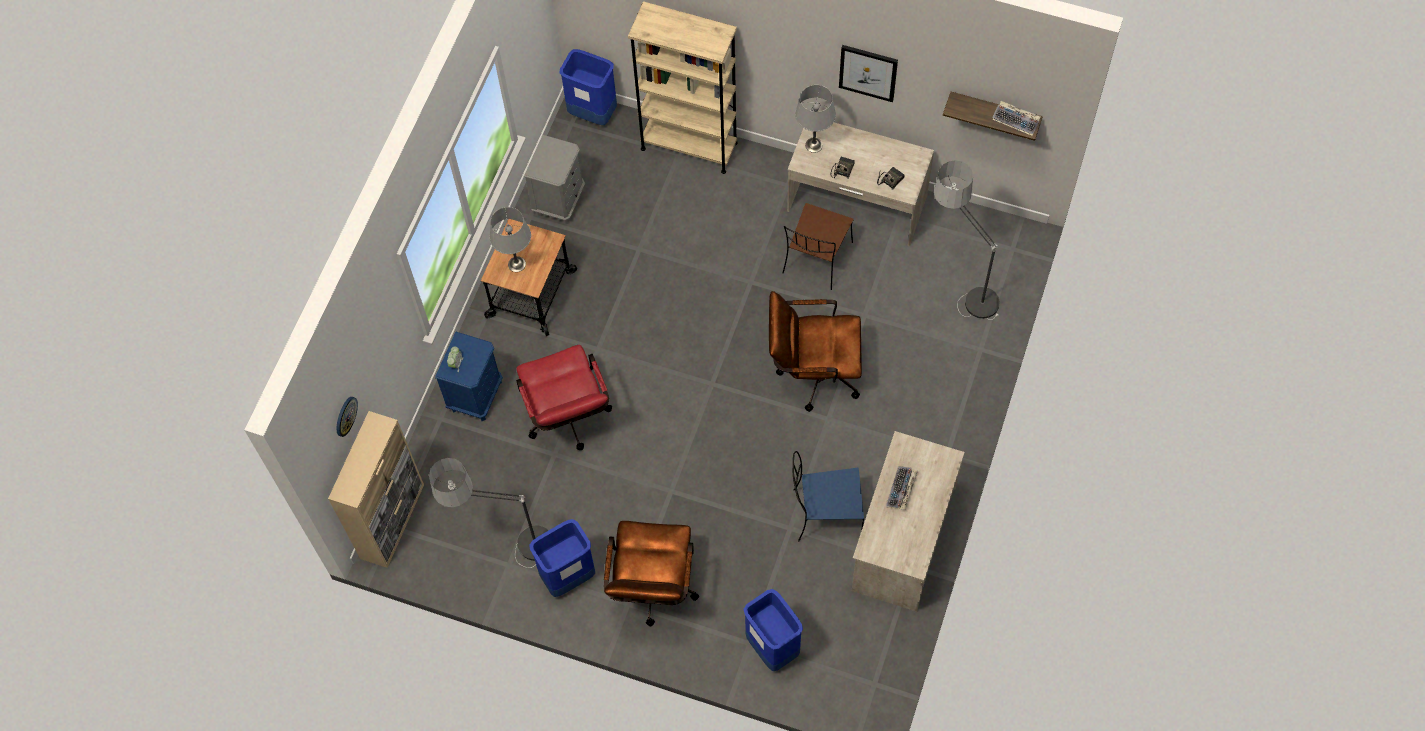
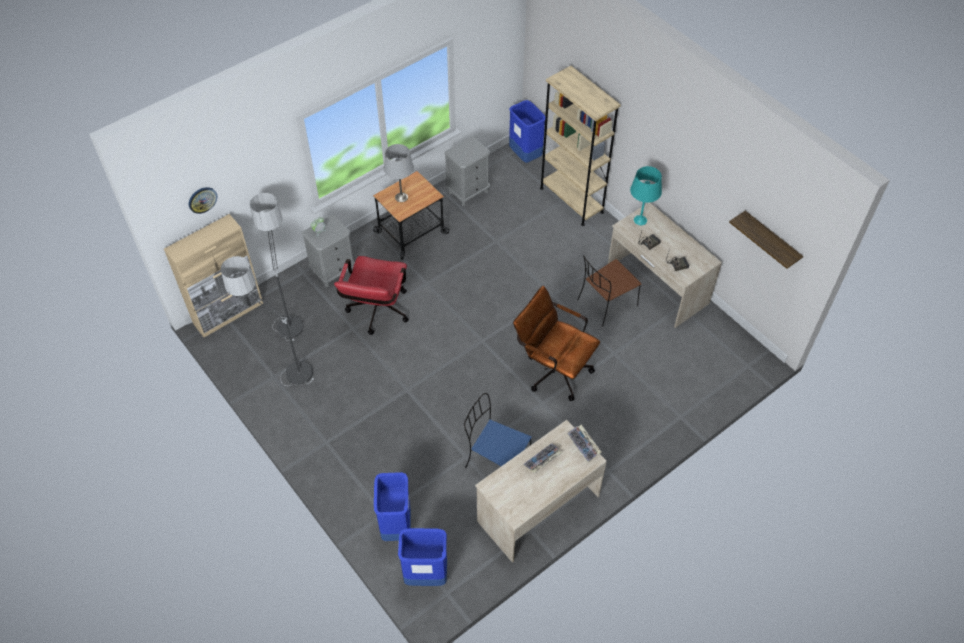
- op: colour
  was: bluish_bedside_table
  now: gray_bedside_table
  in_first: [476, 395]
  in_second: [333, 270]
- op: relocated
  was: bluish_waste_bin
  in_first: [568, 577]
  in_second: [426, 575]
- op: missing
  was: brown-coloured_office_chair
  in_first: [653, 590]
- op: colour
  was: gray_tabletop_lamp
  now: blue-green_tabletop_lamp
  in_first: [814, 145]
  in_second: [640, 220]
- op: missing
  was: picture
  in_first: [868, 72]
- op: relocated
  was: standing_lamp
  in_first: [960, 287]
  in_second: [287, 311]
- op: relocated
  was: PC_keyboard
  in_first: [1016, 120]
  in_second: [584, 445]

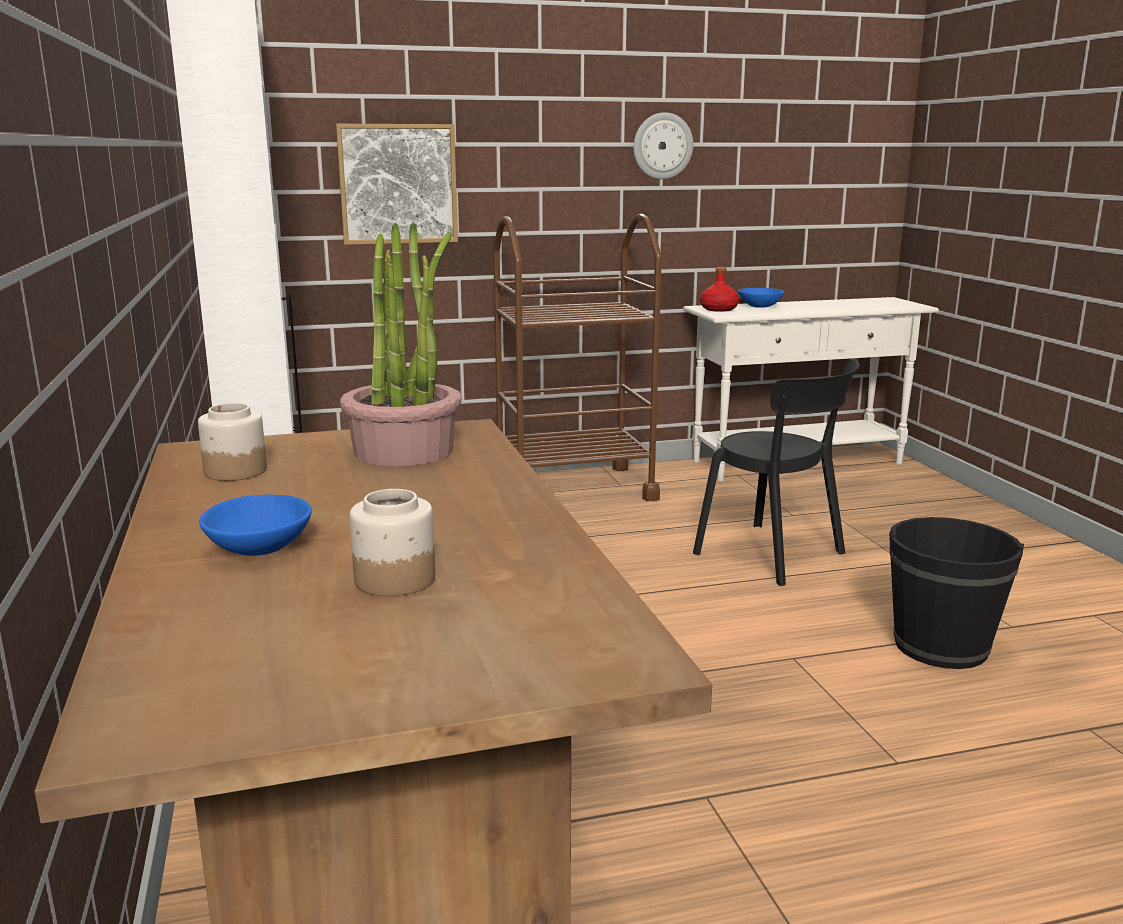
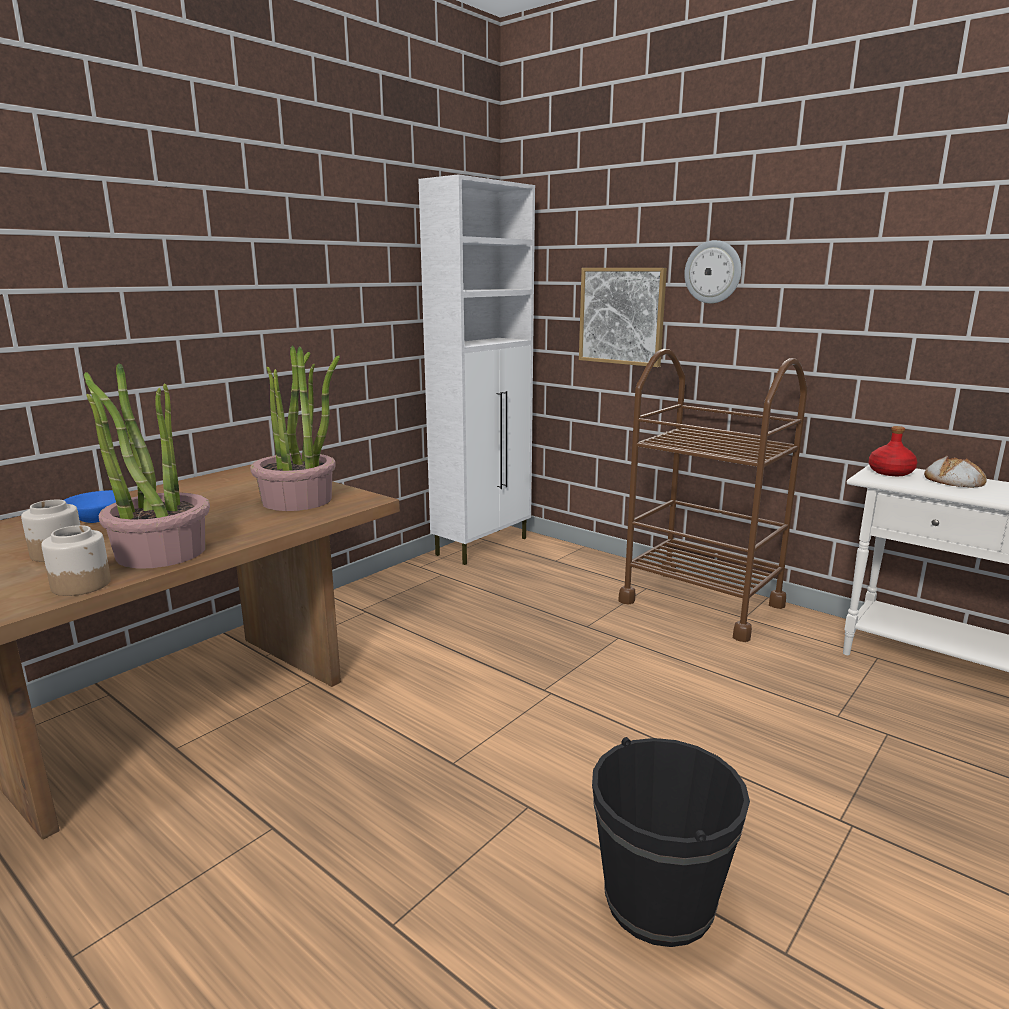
- op: relocated
  was: preserve_jar
  in_first: [235, 471]
  in_second: [81, 585]
- op: relocated
  was: wall_clock
  in_first: [662, 146]
  in_second: [713, 272]
- op: missing
  was: black_upright_chair
  in_first: [775, 555]
- op: exchanged
  was: bluish_serving_bowl
  now: bakery_bread
  in_first: [759, 306]
  in_second: [953, 480]
- op: appeared
  now: houseplant
  in_second: [160, 552]

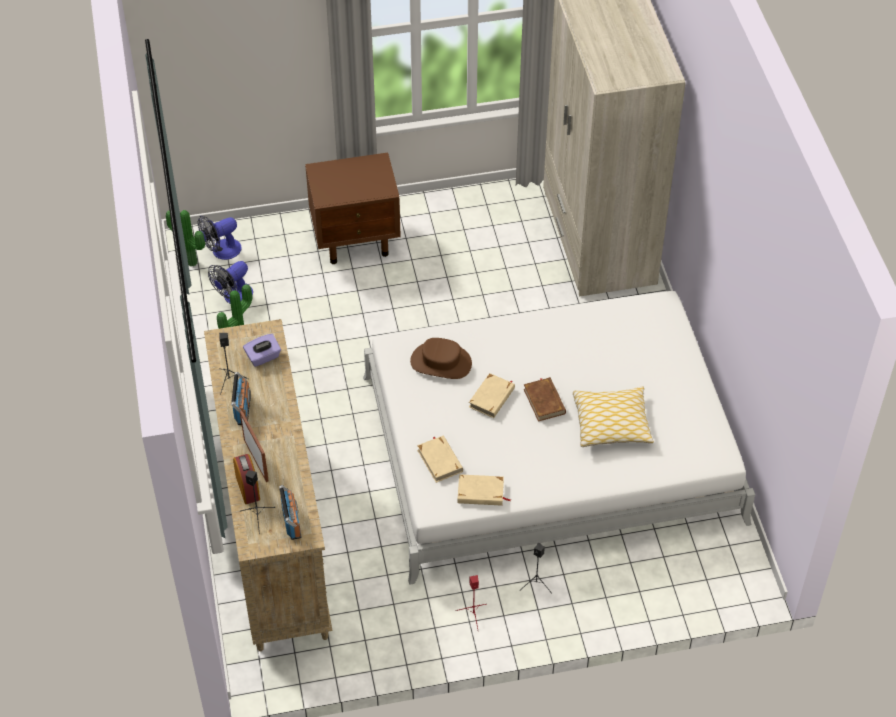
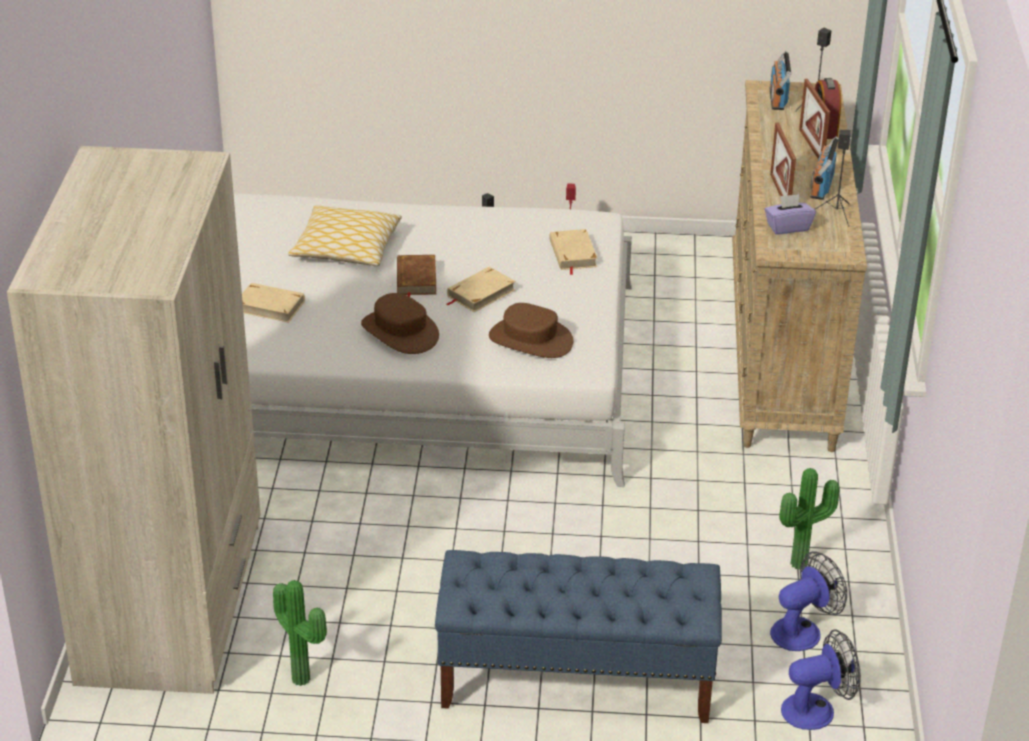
- op: relocated
  was: houseplant
  in_first: [191, 264]
  in_second: [303, 677]
- op: exchanged
  was: brown-coloured_bedside_table
  now: bluish_long_seat
  in_first: [356, 240]
  in_second: [575, 681]
- op: relocated
  was: beige_book
  in_first: [480, 493]
  in_second: [270, 306]
- op: appeared
  now: brown-coloured_hat
  in_second: [400, 331]
- op: appeared
  now: picture_frame
  in_second: [780, 192]

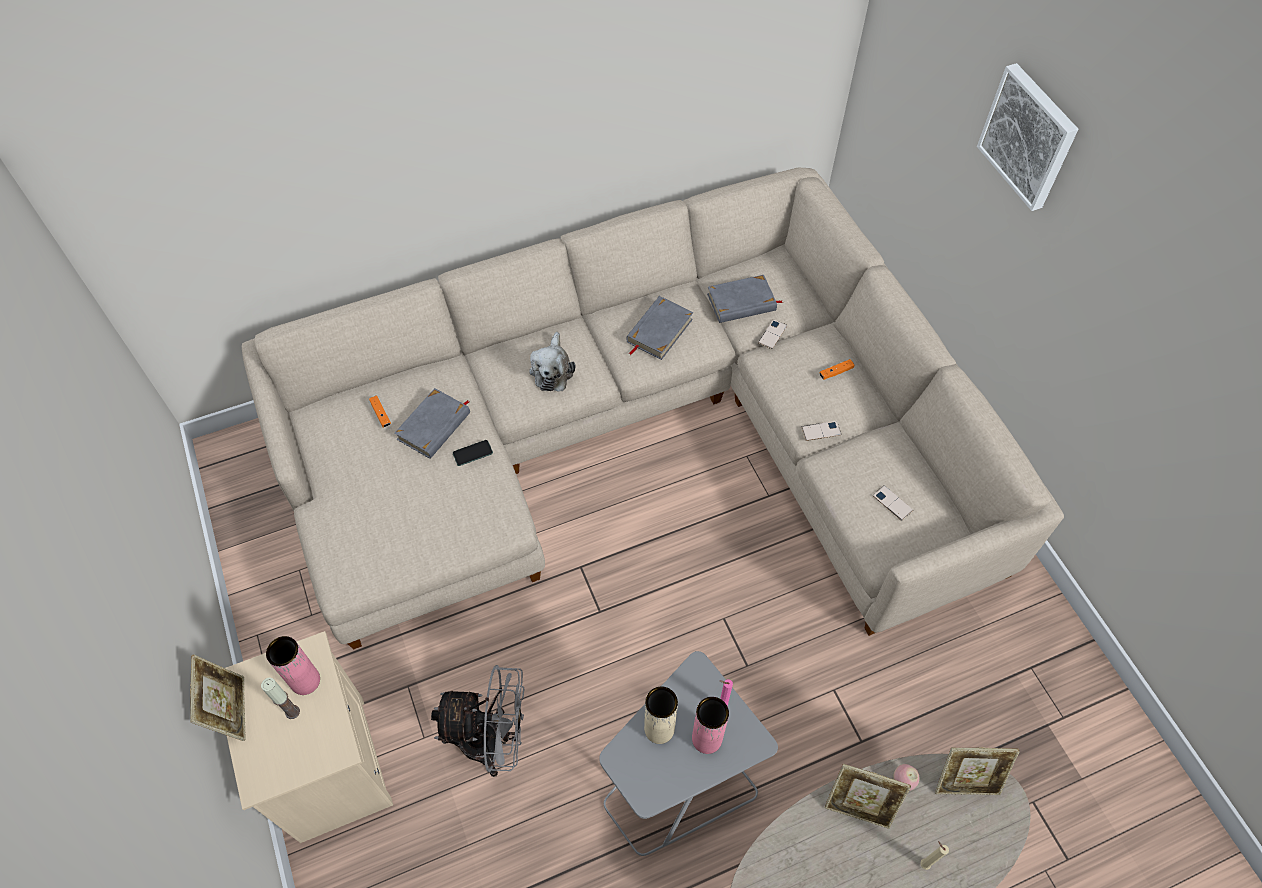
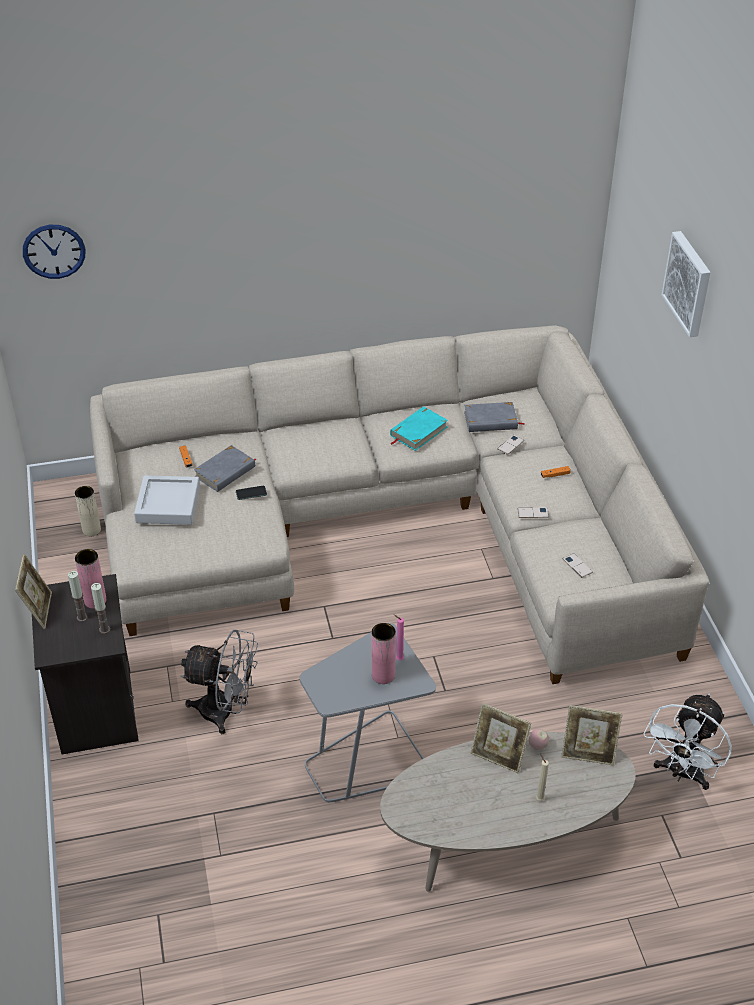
- op: colour
  was: beige_bedside_table
  now: black_bedside_table
  in_first: [329, 766]
  in_second: [94, 709]
- op: missing
  was: soft_toy
  in_first: [552, 370]
- op: colour
  was: gray_book
  now: blue-green_book
  in_first: [659, 330]
  in_second: [418, 431]
- op: relocated
  was: beige_decorative_vase
  in_first: [659, 729]
  in_second: [91, 530]
- op: appeared
  now: wall_clock
  in_second: [54, 251]
- op: appeared
  now: wax_light
  in_second: [104, 629]
- op: appeared
  now: gray_serving_tray
  in_second: [168, 505]
- op: appeared
  now: white_fan
  in_second: [682, 773]

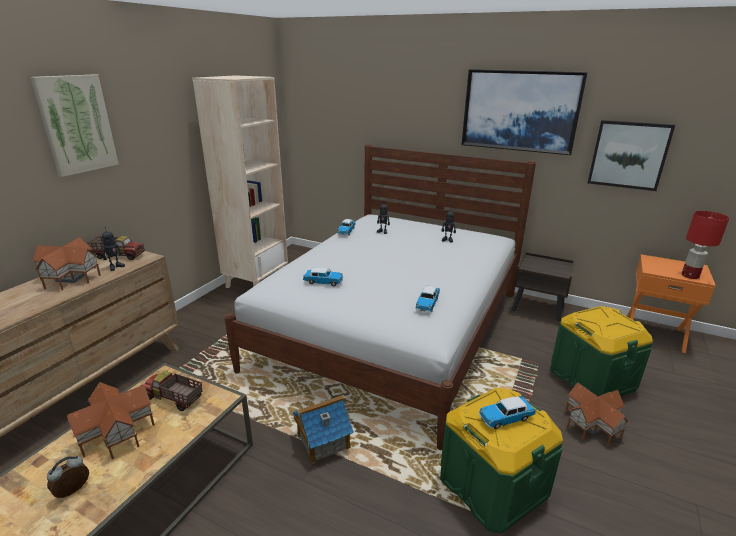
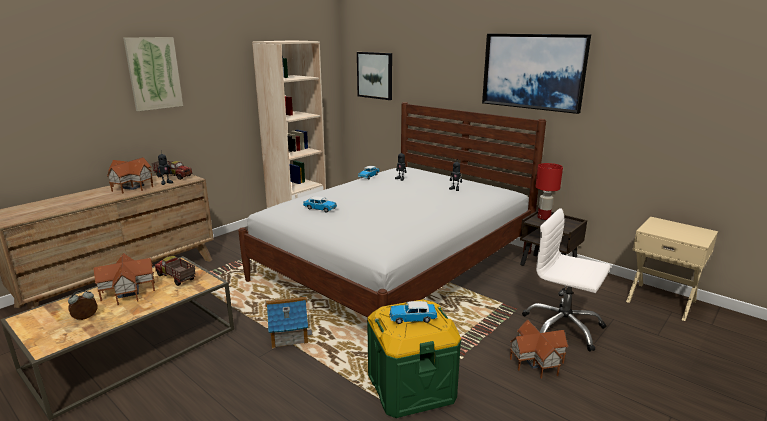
- op: missing
  was: toy_car
  in_first: [427, 304]
- op: exchanged
  was: green-coloured_storage_box
  now: white_office_chair
  in_first: [591, 379]
  in_second: [562, 327]
- op: relocated
  was: picture
  in_first: [628, 155]
  in_second: [375, 75]
- op: colour
  was: orangey_bedside_table
  now: beige_bedside_table
  in_first: [653, 333]
  in_second: [661, 300]
- op: relocated
  was: red-coloured_tabletop_lamp
  in_first: [690, 276]
  in_second: [544, 218]

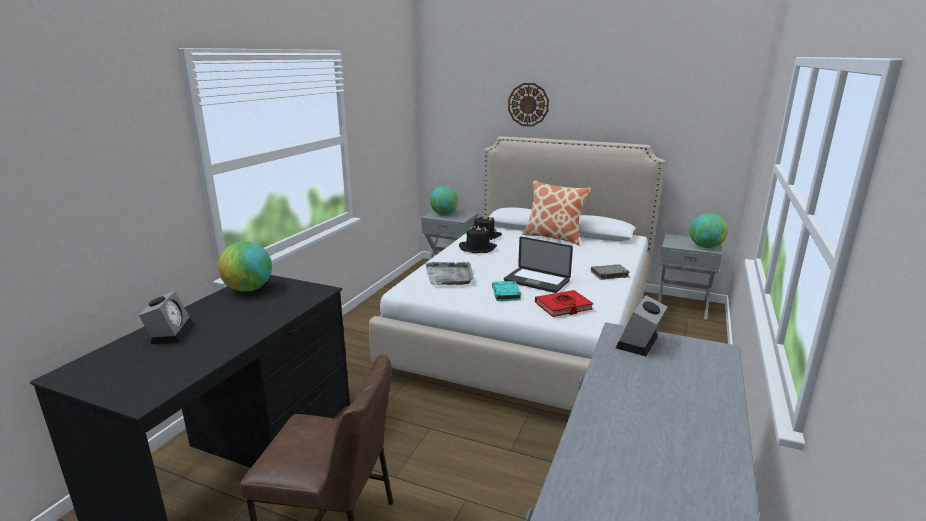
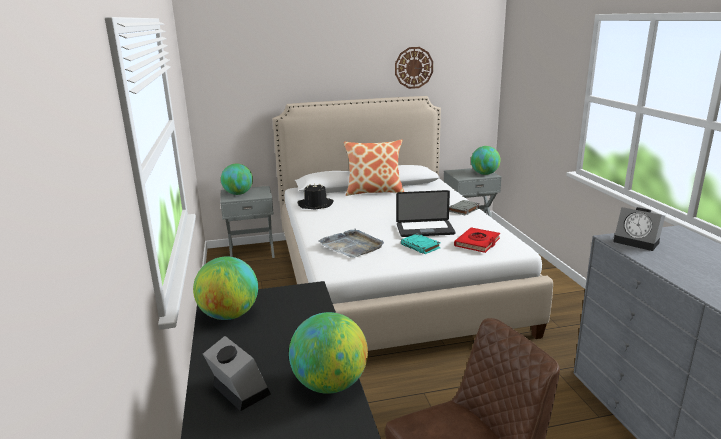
- op: missing
  was: black_hat
  in_first: [477, 248]
- op: relocated
  was: wall_clock
  in_first: [528, 104]
  in_second: [413, 67]
- op: spun
  was: bedside_clock
  in_first: [639, 343]
  in_second: [638, 242]
  clockwise: -45
- op: appeared
  now: desk_globe
  in_second: [330, 384]

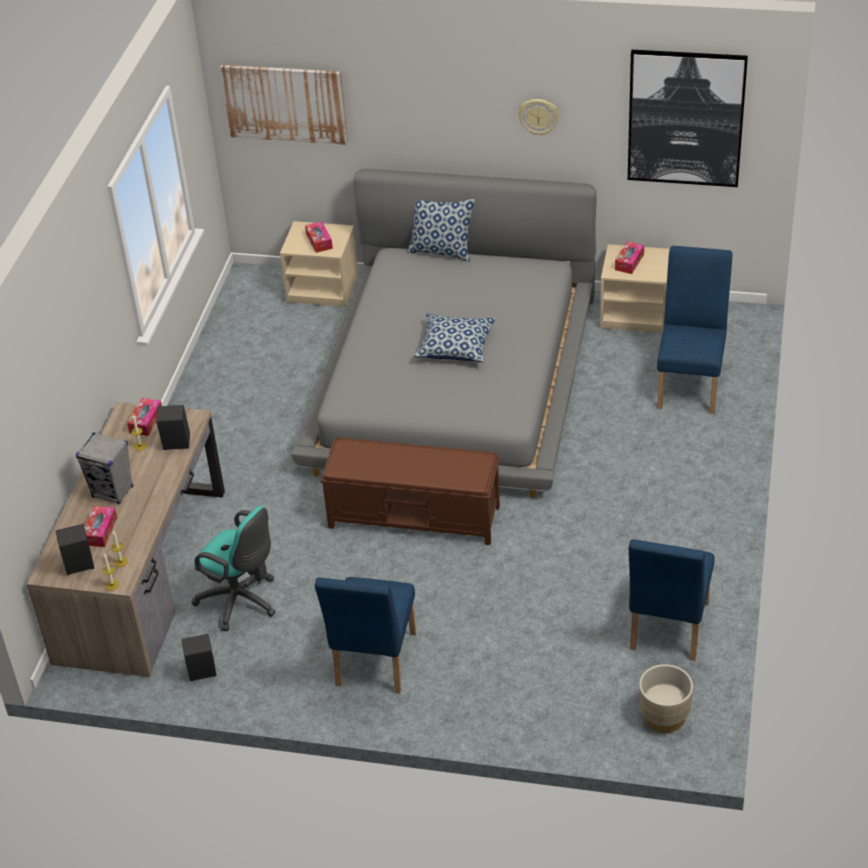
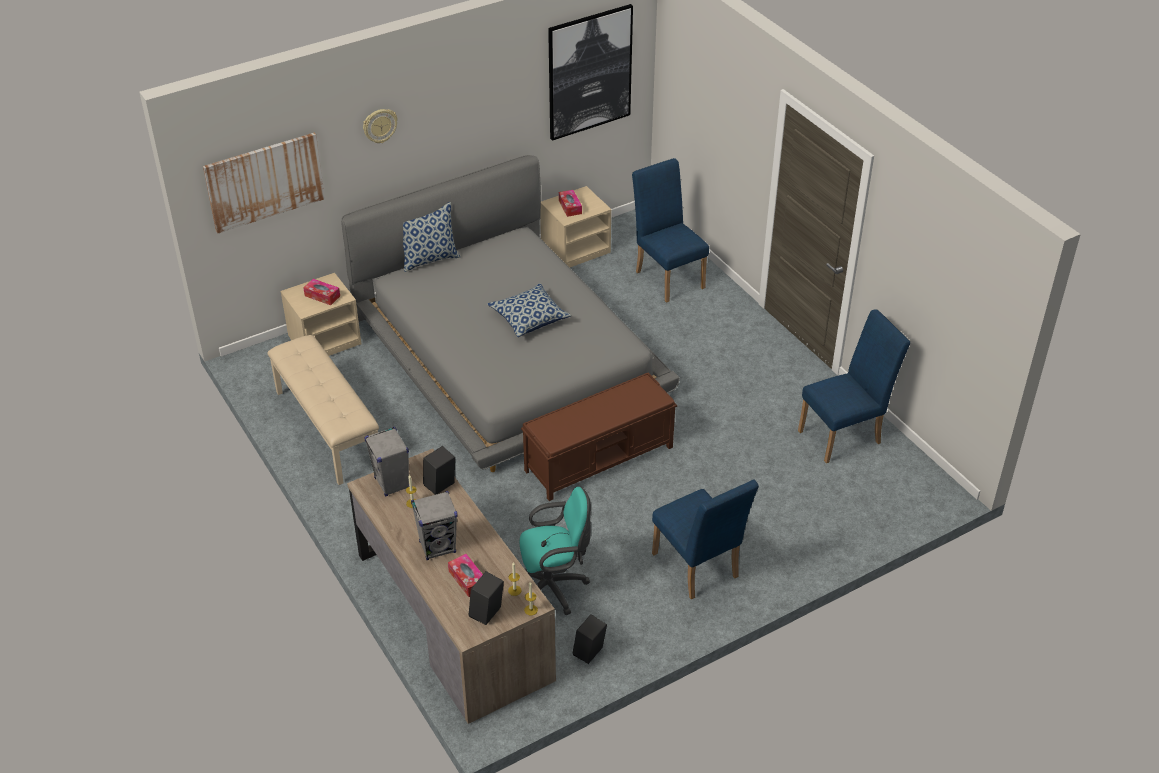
- op: exchanged
  was: box_of_tissues
  now: gray_speaker
  in_first: [146, 421]
  in_second: [392, 483]
- op: relocated
  was: wall_clock
  in_first: [538, 116]
  in_second: [379, 125]
- op: spun
  was: bluish_upright_chair
  in_first: [667, 631]
  in_second: [845, 435]
  clockwise: -90
- op: missing
  was: beige_flower_pot
  in_first: [664, 717]
- op: appeared
  now: beige_long_seat
  in_second: [327, 429]

